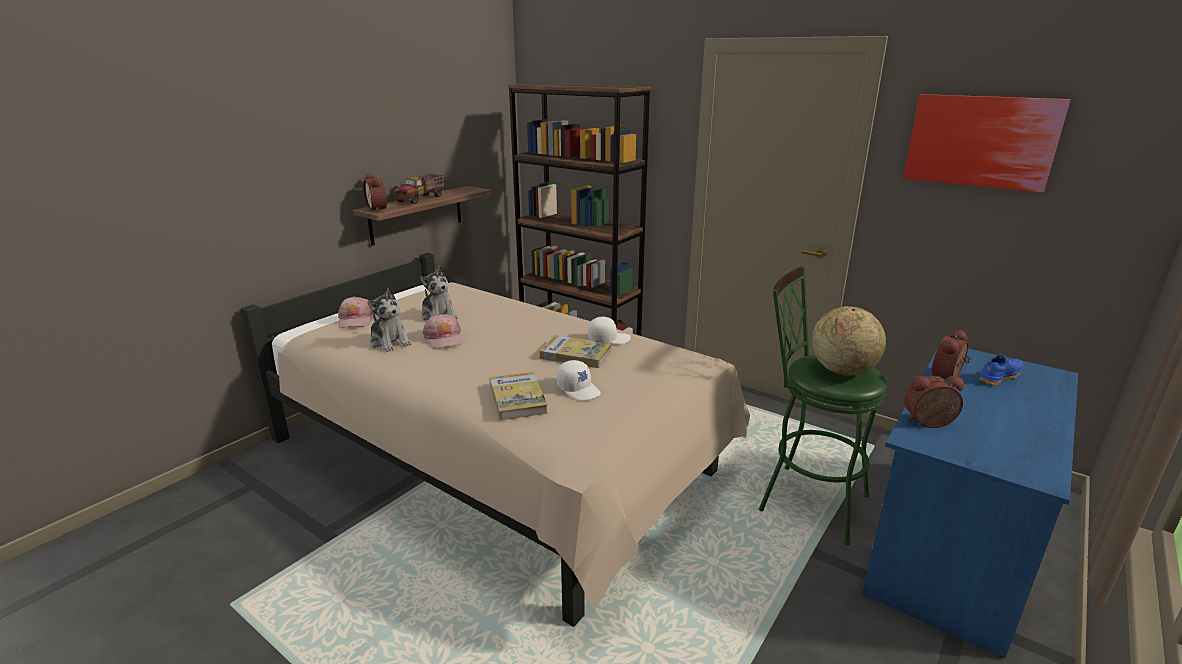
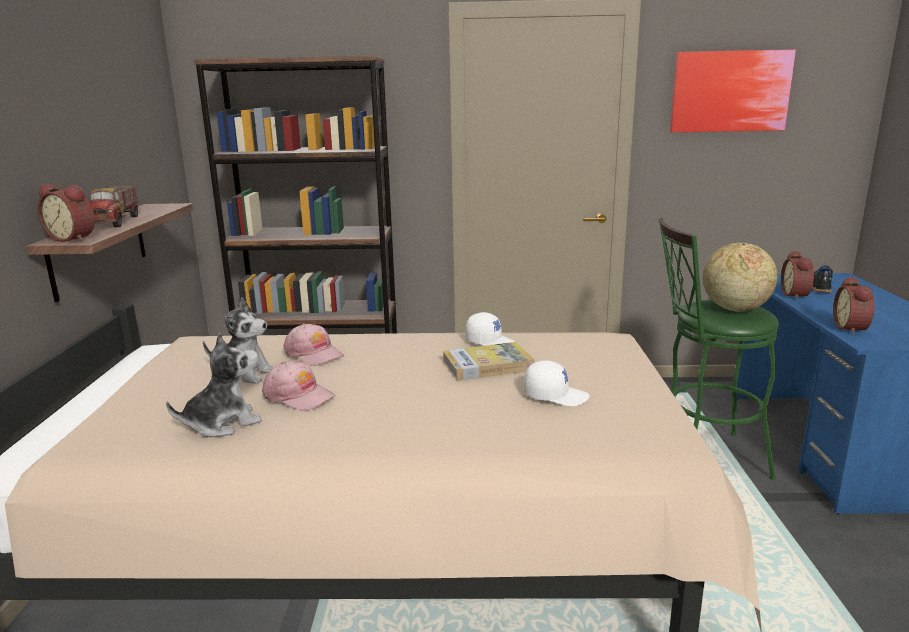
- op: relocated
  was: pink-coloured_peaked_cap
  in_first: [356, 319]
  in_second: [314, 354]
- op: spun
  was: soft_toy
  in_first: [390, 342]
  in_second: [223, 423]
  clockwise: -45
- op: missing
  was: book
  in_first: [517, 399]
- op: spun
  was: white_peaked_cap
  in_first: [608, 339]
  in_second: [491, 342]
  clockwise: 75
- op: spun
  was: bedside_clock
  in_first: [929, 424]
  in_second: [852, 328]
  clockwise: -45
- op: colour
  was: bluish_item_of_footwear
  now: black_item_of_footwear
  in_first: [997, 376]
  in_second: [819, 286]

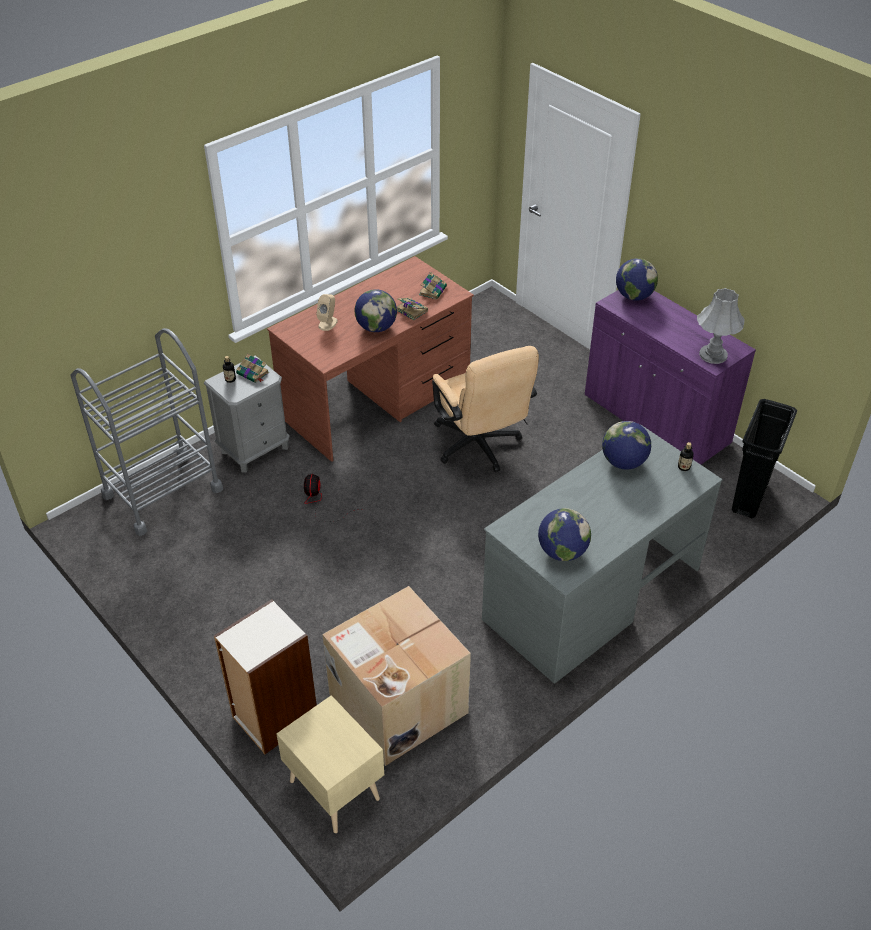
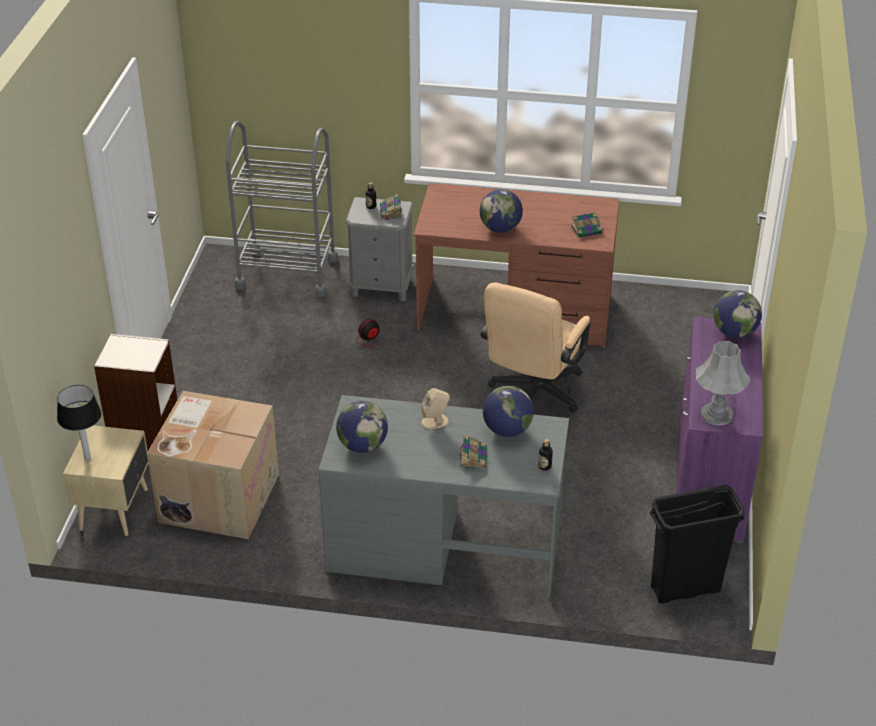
- op: relocated
  was: beige_speaker
  in_first: [328, 323]
  in_second: [435, 422]
- op: relocated
  was: book
  in_first: [411, 310]
  in_second: [473, 457]
- op: appeared
  now: tabletop_lamp
  in_second: [87, 458]

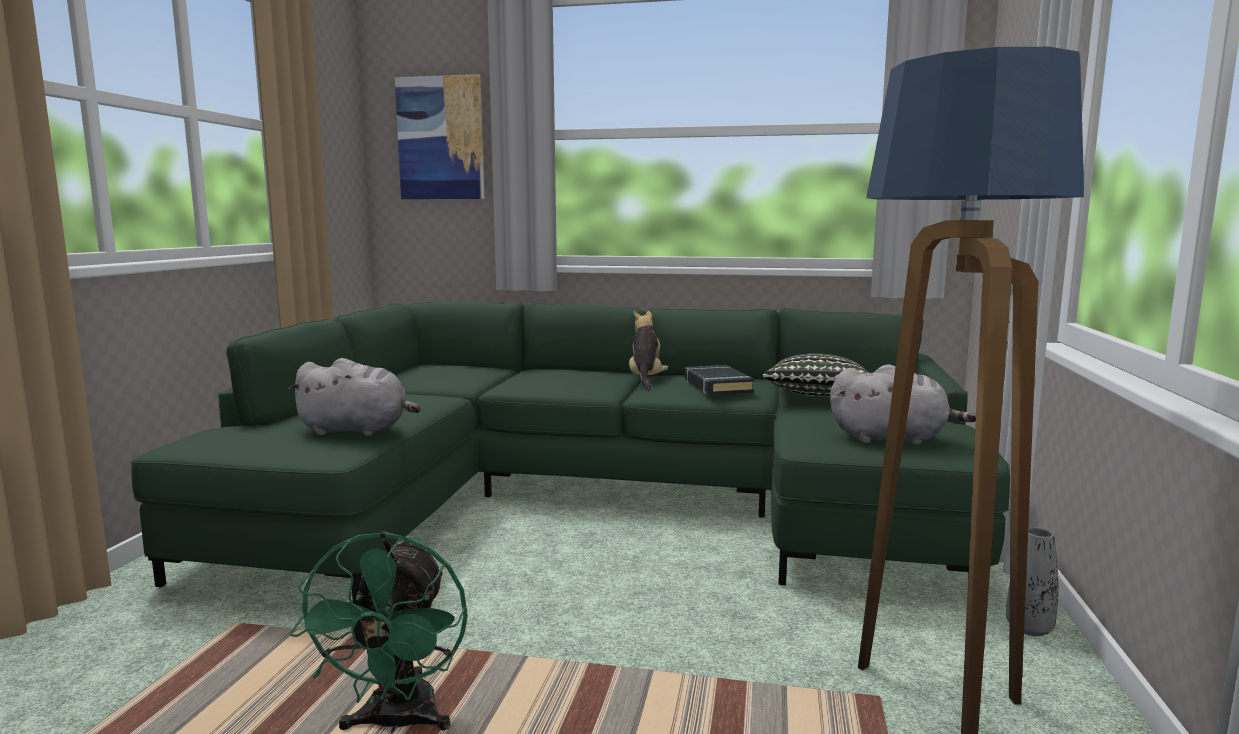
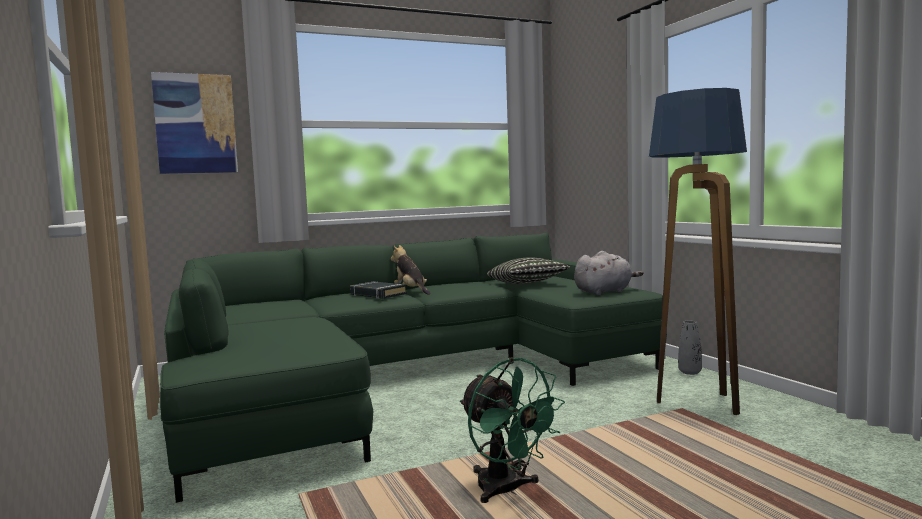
- op: missing
  was: gray_soft_toy
  in_first: [358, 430]
- op: relocated
  was: black_book
  in_first: [717, 386]
  in_second: [377, 294]

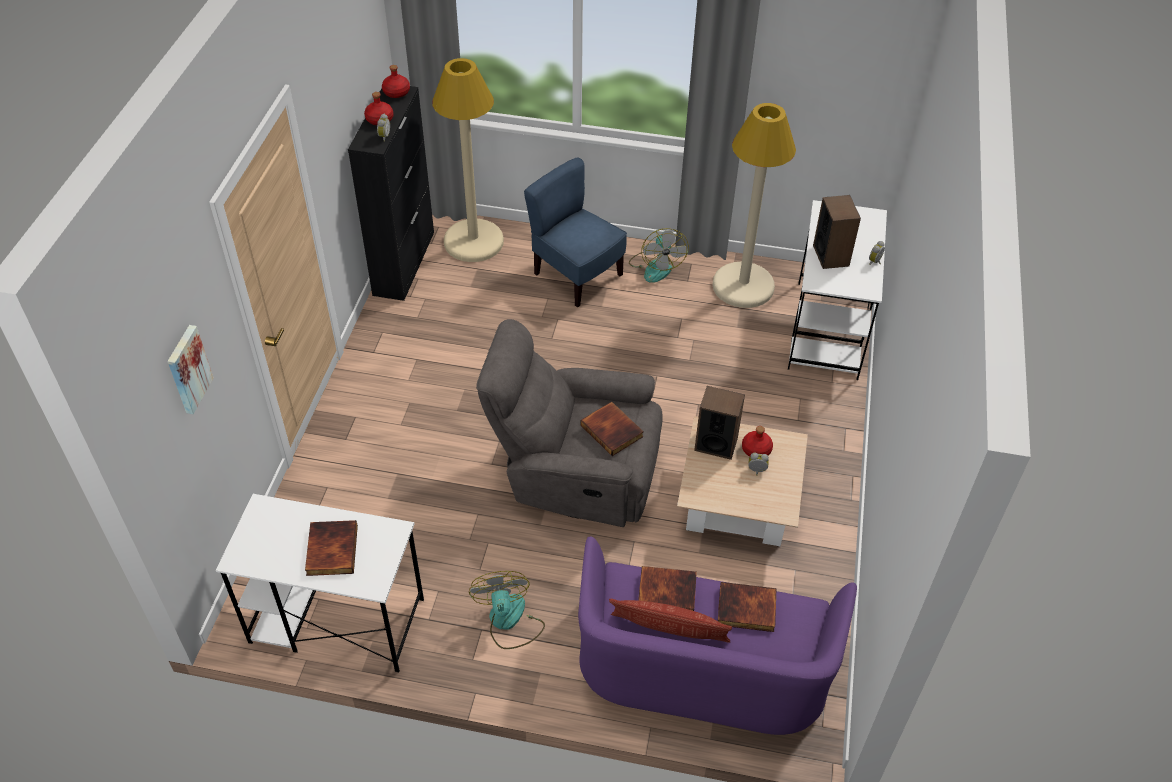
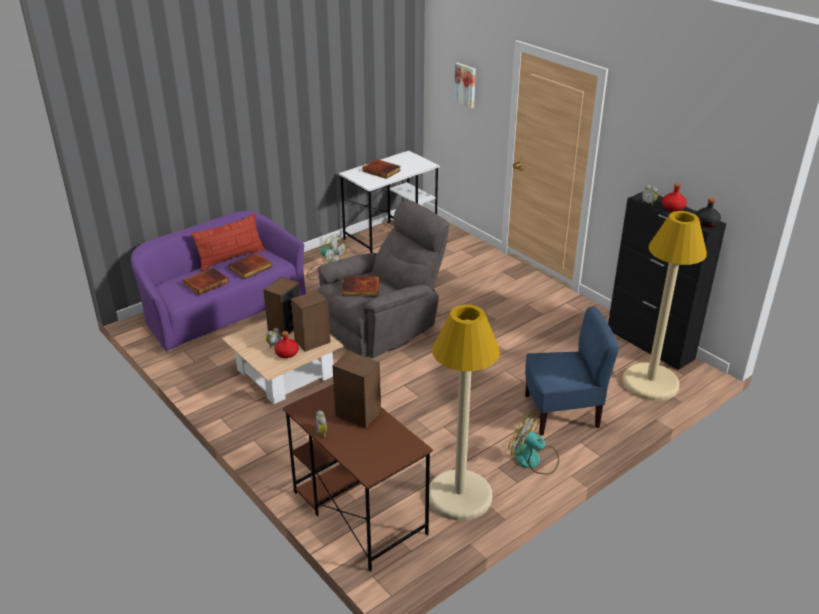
- op: colour
  was: red-coloured_drink_bottle
  now: black_drink_bottle
  in_first: [396, 92]
  in_second: [706, 223]
- op: colour
  was: white_desk_table
  now: brown-coloured_desk_table
  in_first: [827, 330]
  in_second: [358, 512]
- op: appeared
  now: speaker
  in_second: [285, 327]

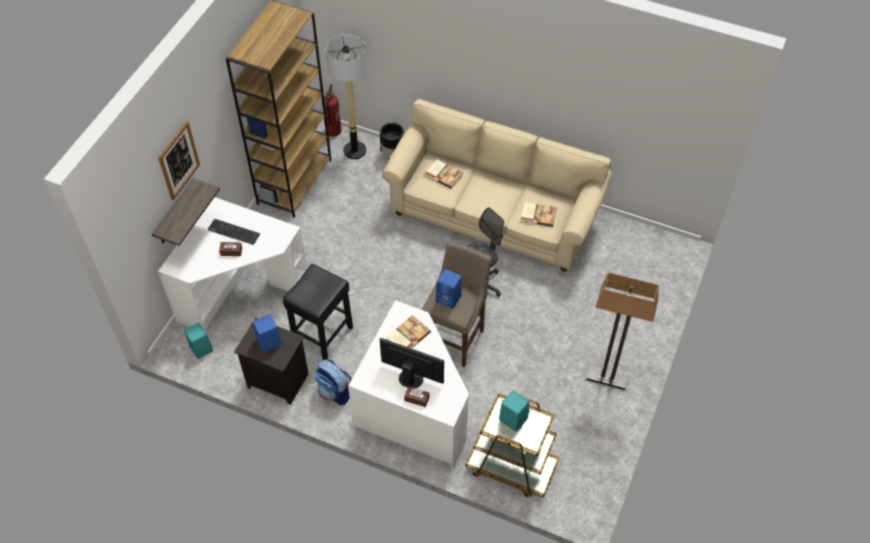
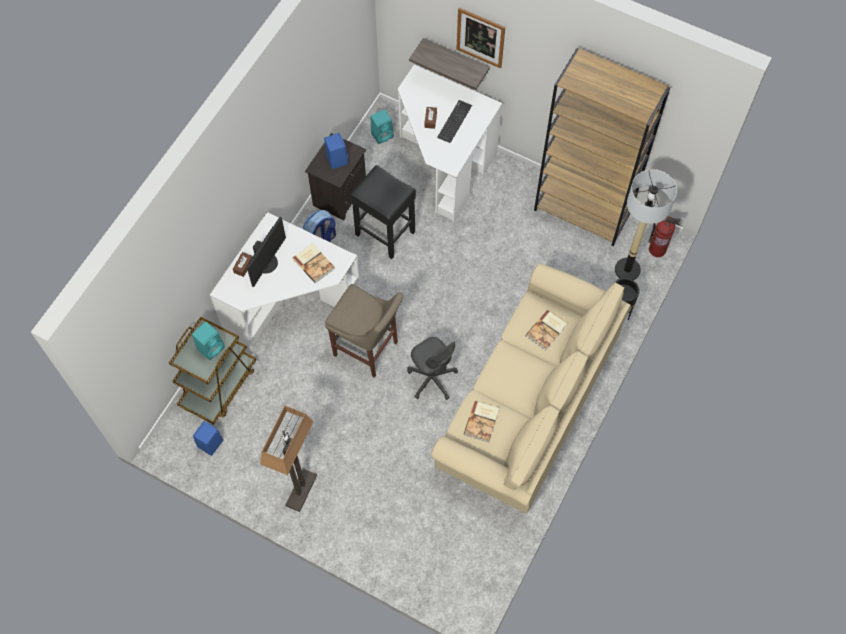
- op: relocated
  was: bluish_speaker
  in_first: [449, 298]
  in_second: [210, 444]

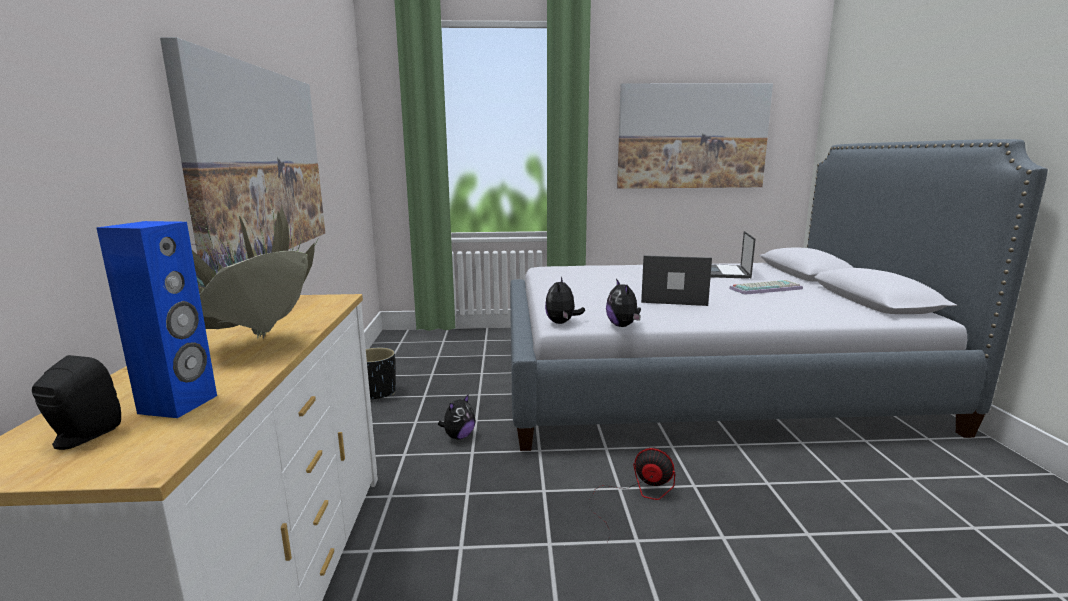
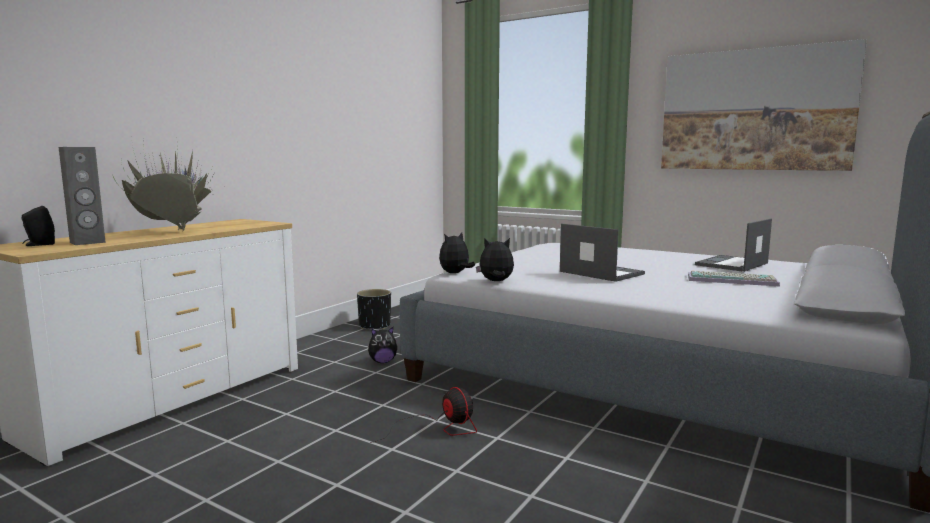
- op: colour
  was: bluish_speaker
  now: gray_speaker
  in_first: [179, 404]
  in_second: [87, 242]
- op: missing
  was: picture
  in_first: [260, 163]
- op: spun
  was: soft_toy
  in_first: [623, 326]
  in_second: [496, 281]
  clockwise: 75

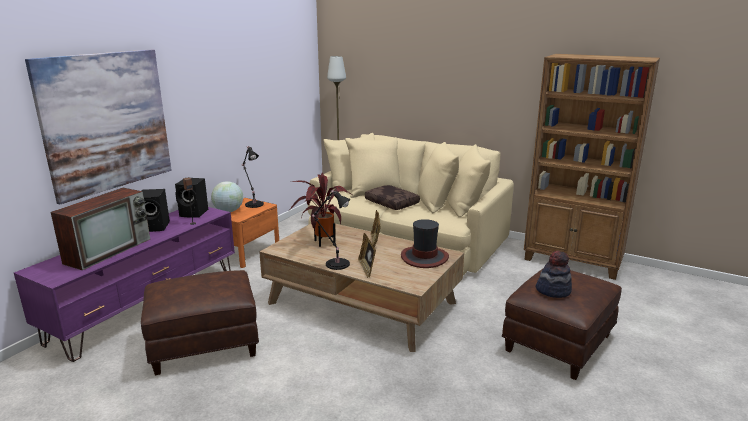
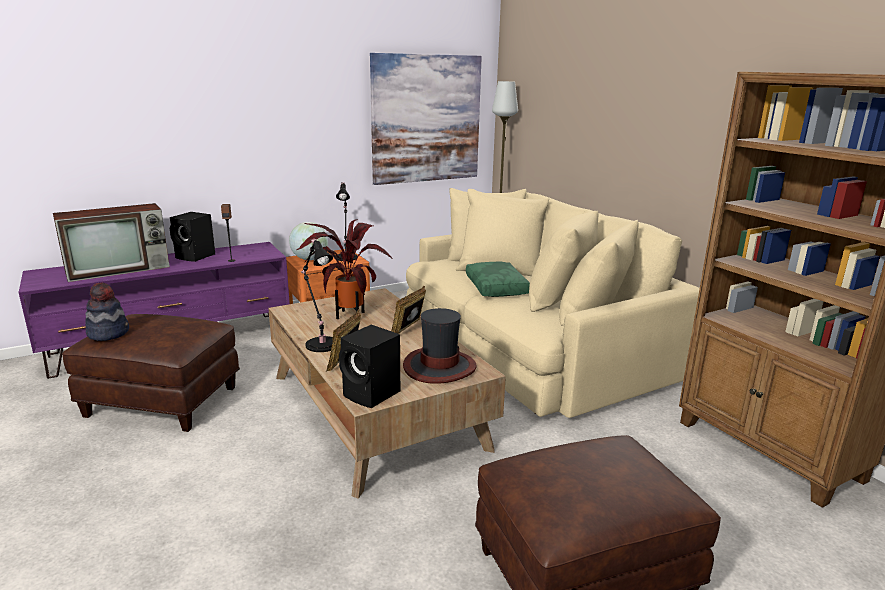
- op: relocated
  was: picture
  in_first: [106, 122]
  in_second: [426, 119]
- op: relocated
  was: black_speaker
  in_first: [195, 213]
  in_second: [372, 394]
- op: colour
  was: brown-coloured_pillow
  now: green-coloured_pillow
  in_first: [392, 203]
  in_second: [497, 287]
- op: relocated
  was: hat
  in_first: [553, 290]
  in_second: [108, 333]

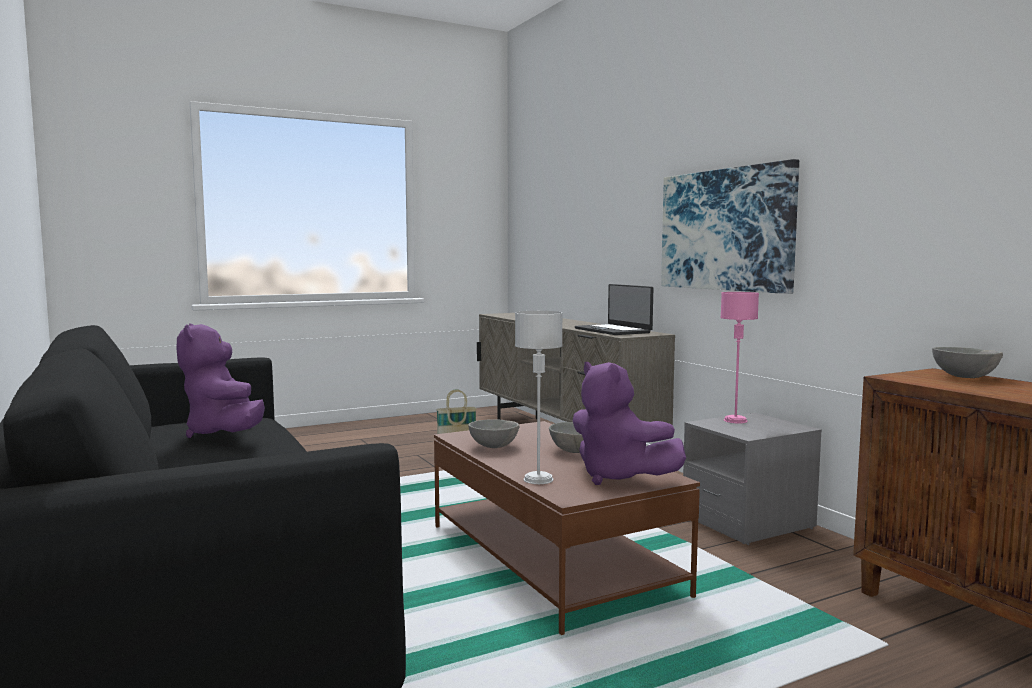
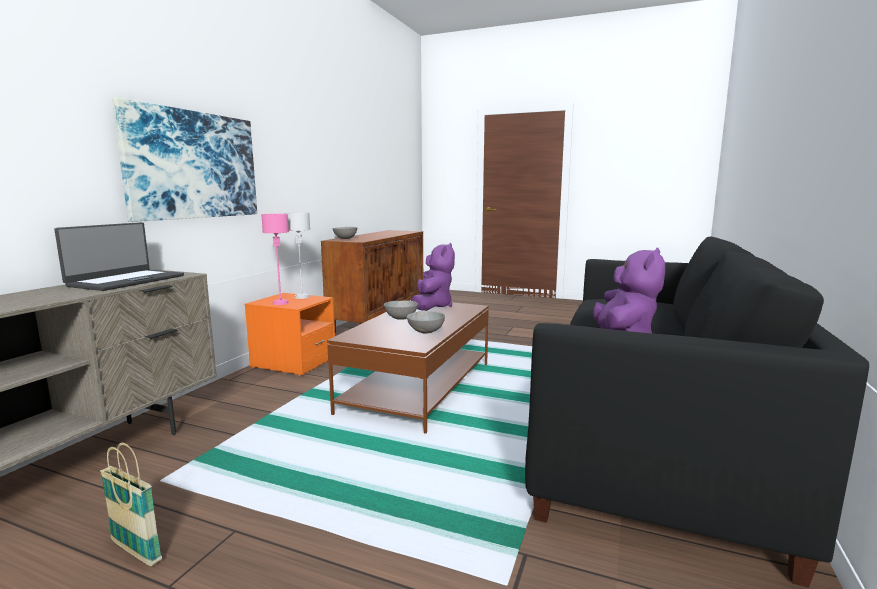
- op: relocated
  was: gray_tabletop_lamp
  in_first: [539, 479]
  in_second: [301, 297]
- op: colour
  was: gray_bedside_table
  now: orangey_bedside_table
  in_first: [748, 522]
  in_second: [294, 362]

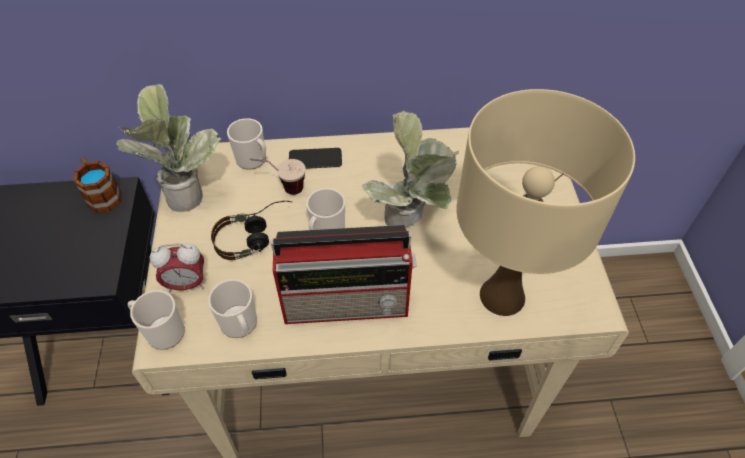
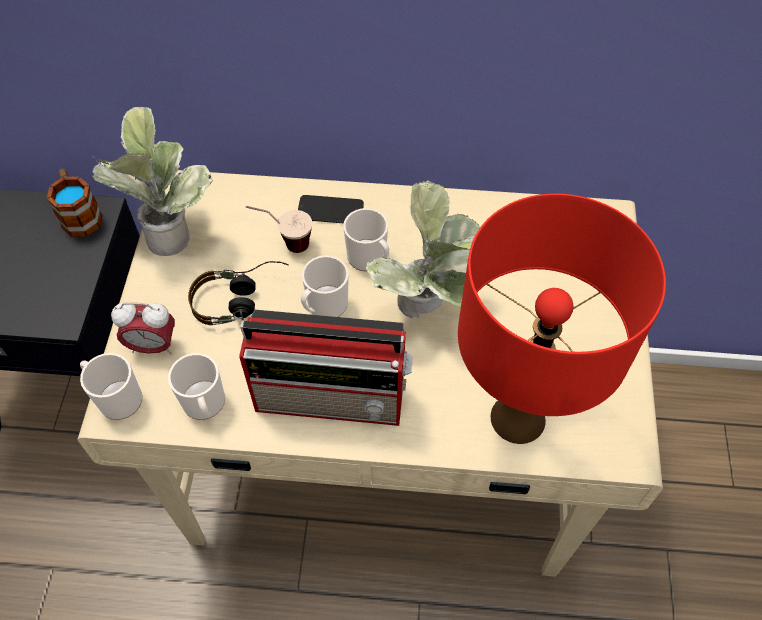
- op: relocated
  was: tea_mug
  in_first: [253, 160]
  in_second: [369, 259]
- op: colour
  was: beige_tabletop_lamp
  now: red-coloured_tabletop_lamp
  in_first: [501, 296]
  in_second: [516, 418]

